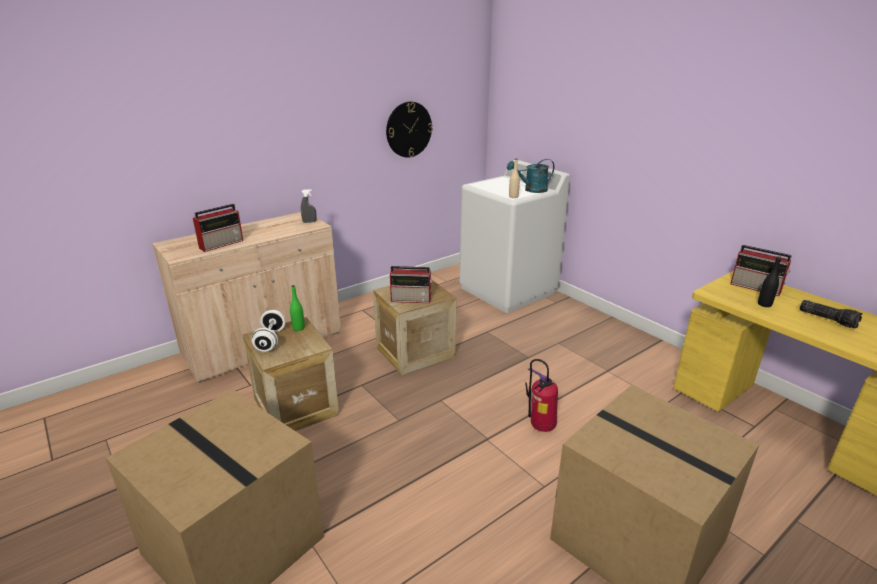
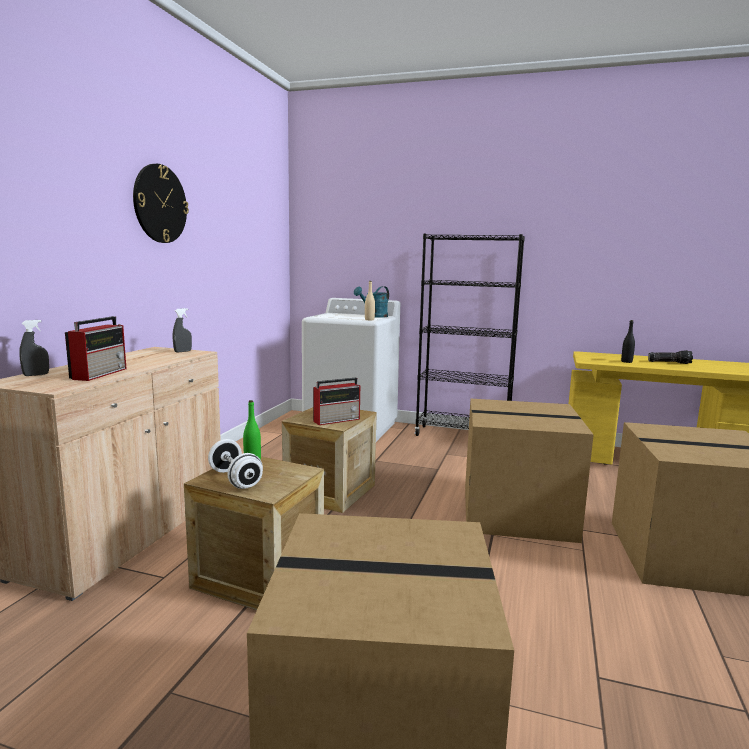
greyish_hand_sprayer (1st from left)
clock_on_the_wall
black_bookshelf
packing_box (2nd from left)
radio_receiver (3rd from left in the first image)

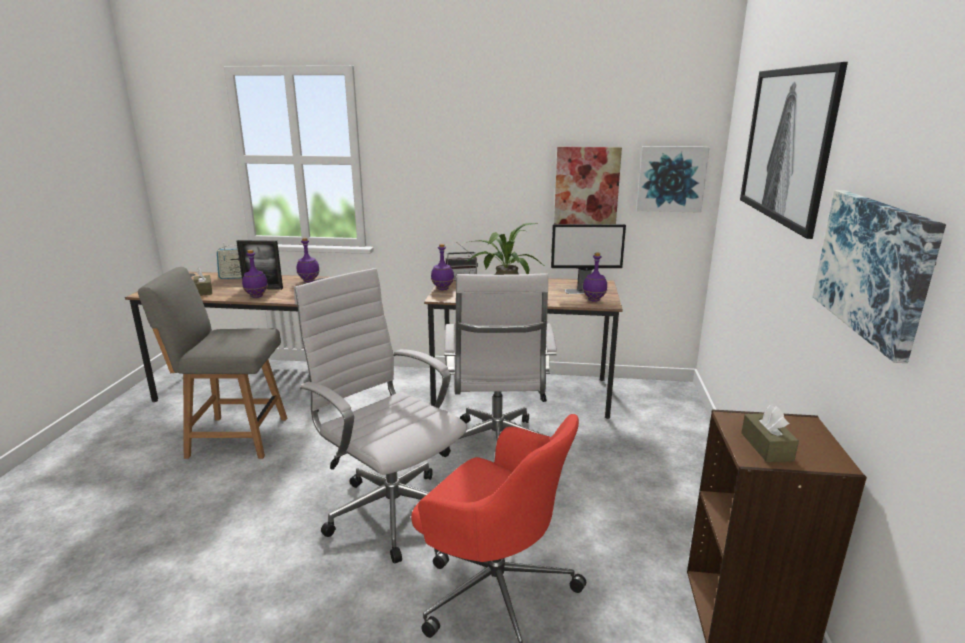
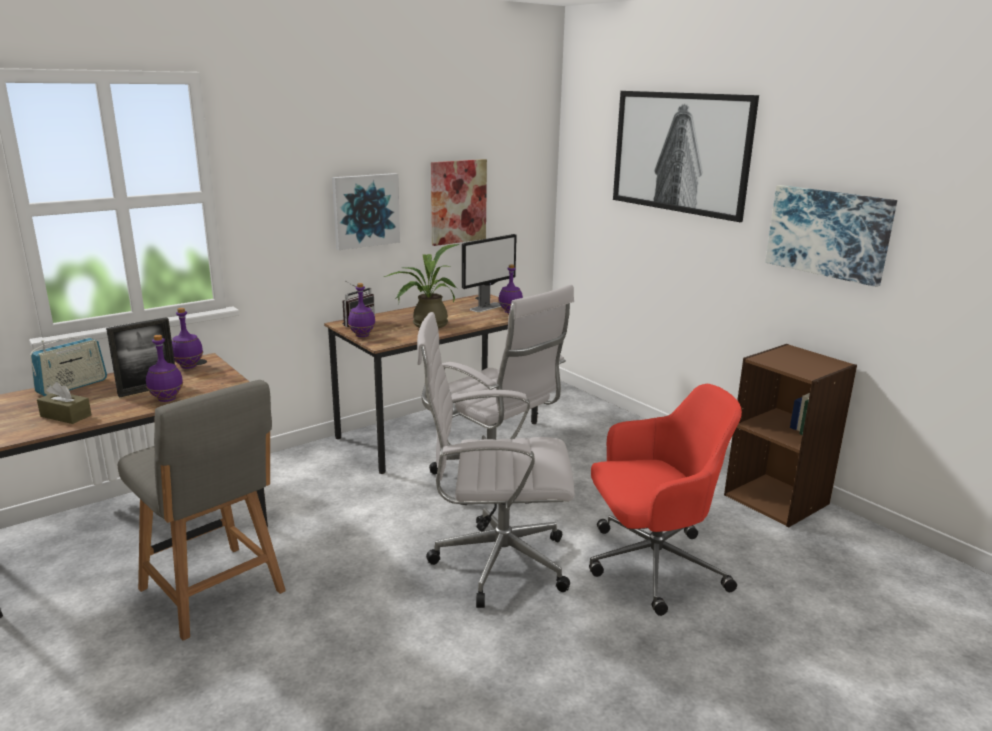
greyish_chair
picture (1st from left)
brownish_tissue_holder (2nd from left in the first image)

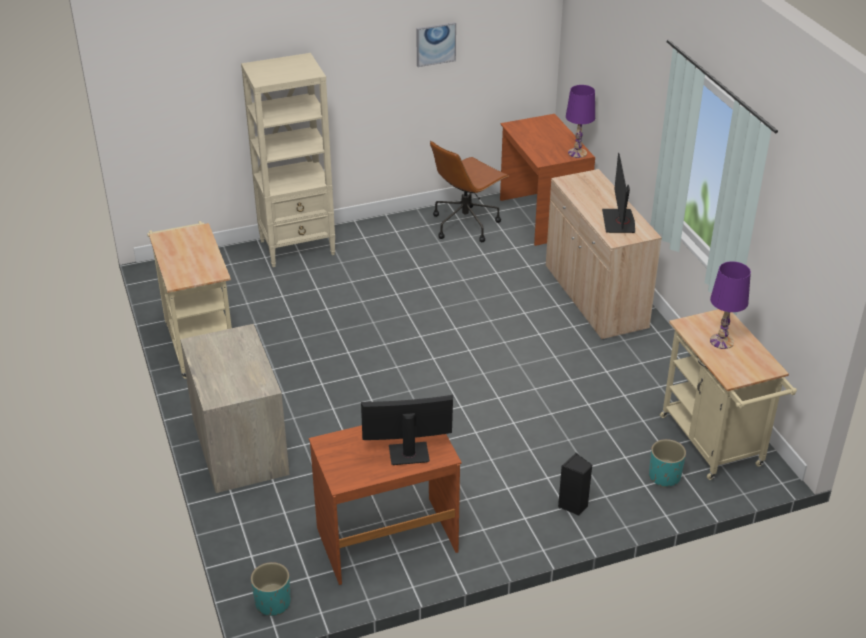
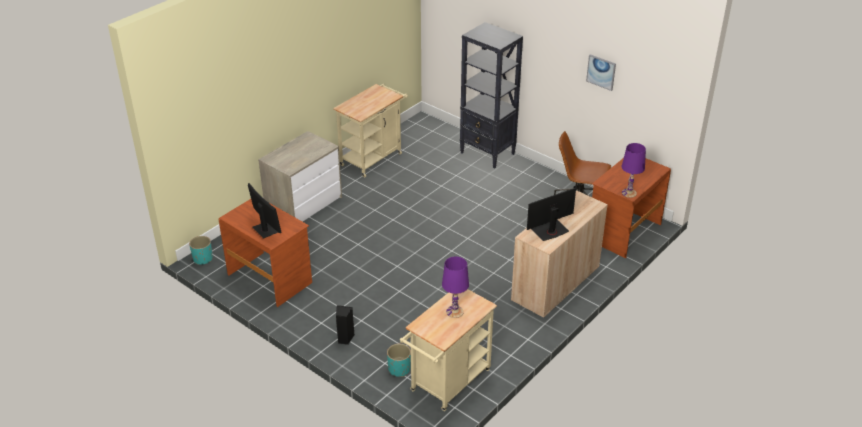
black_bookshelf

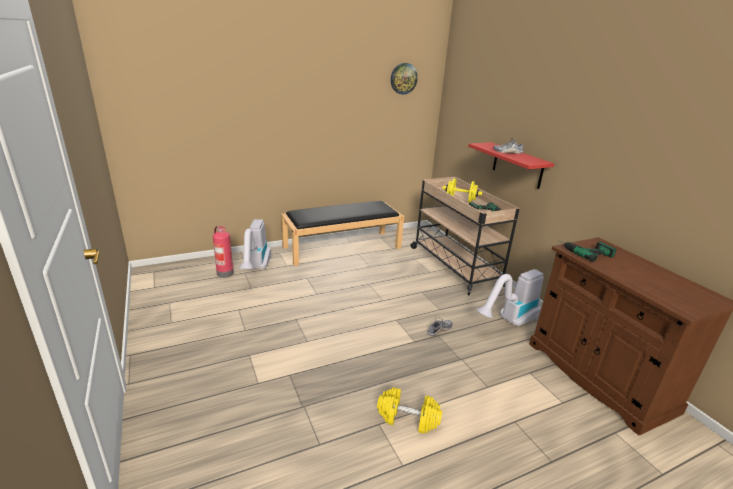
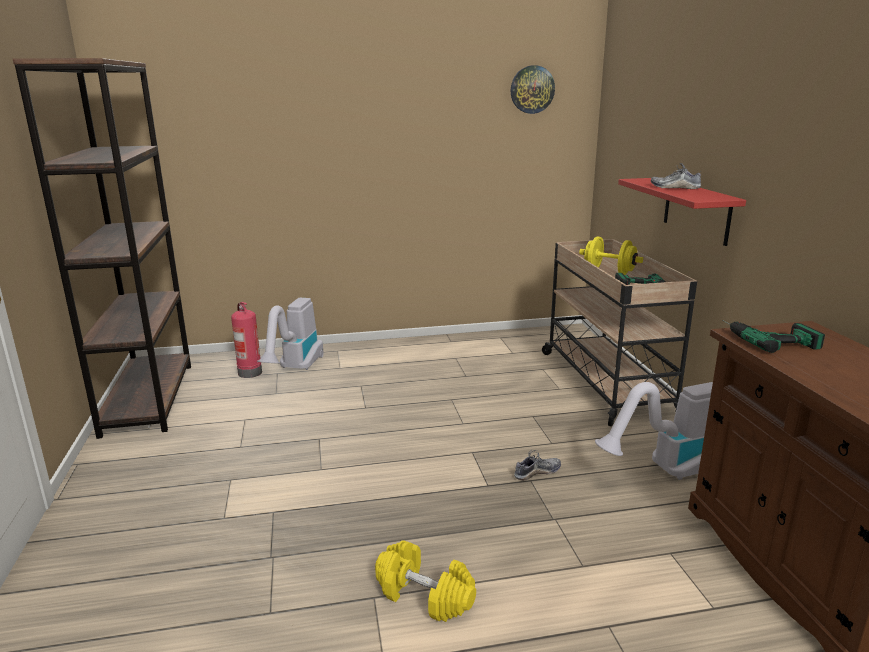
brownish_bookshelf
black_bench

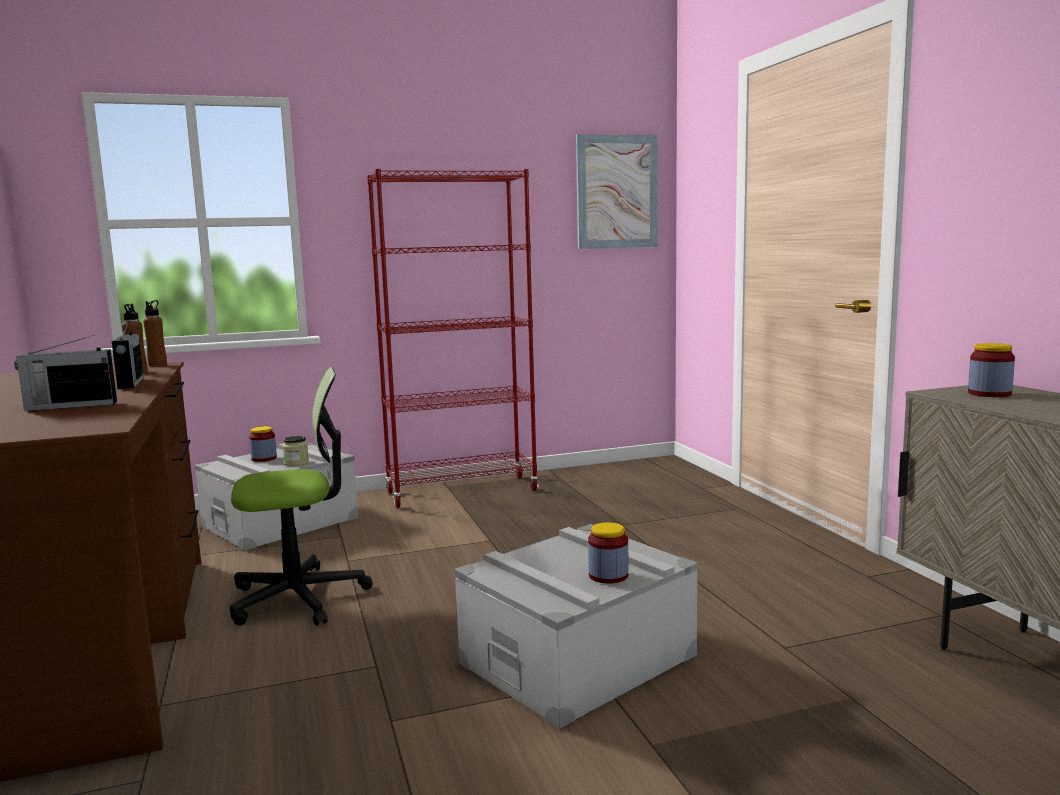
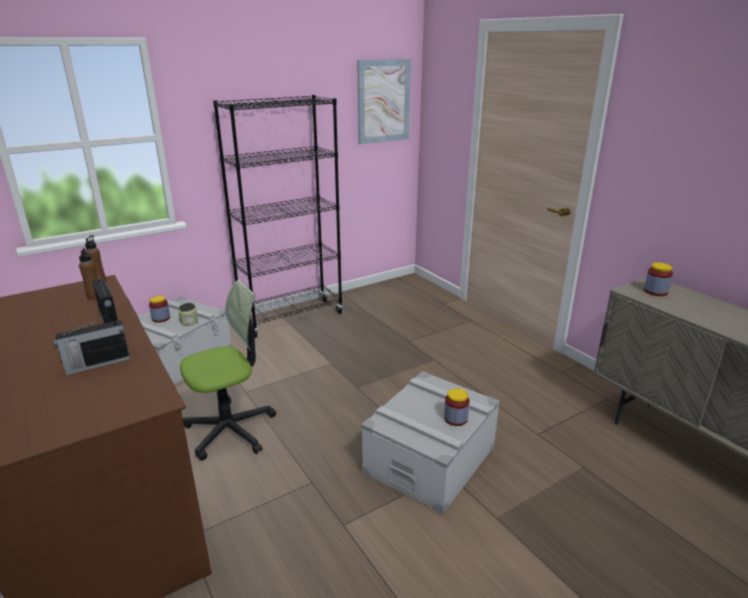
black_bookshelf

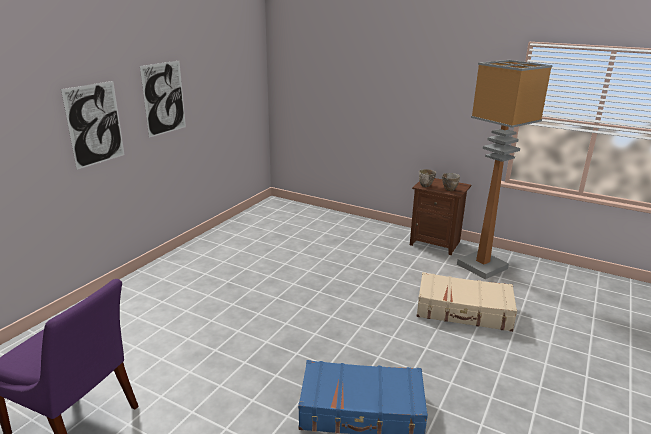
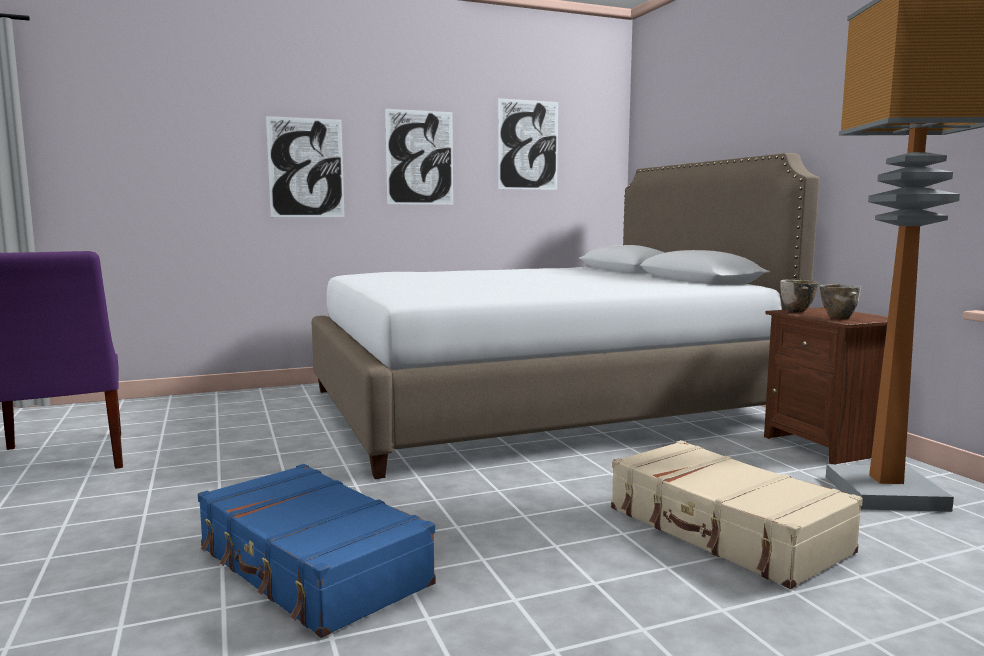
white_sleeping_bed
picture (3rd from left)

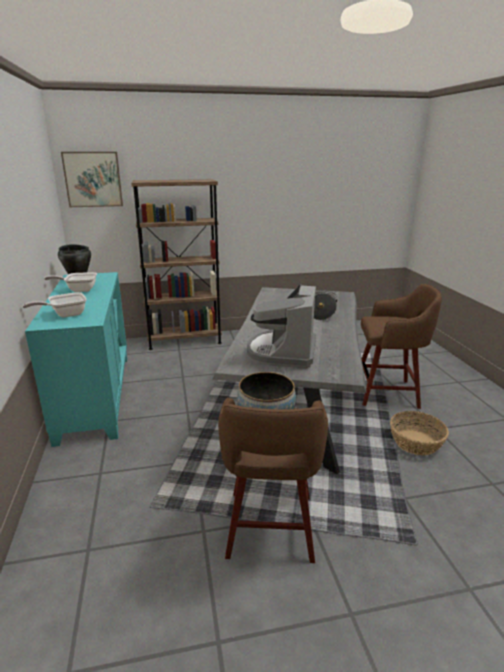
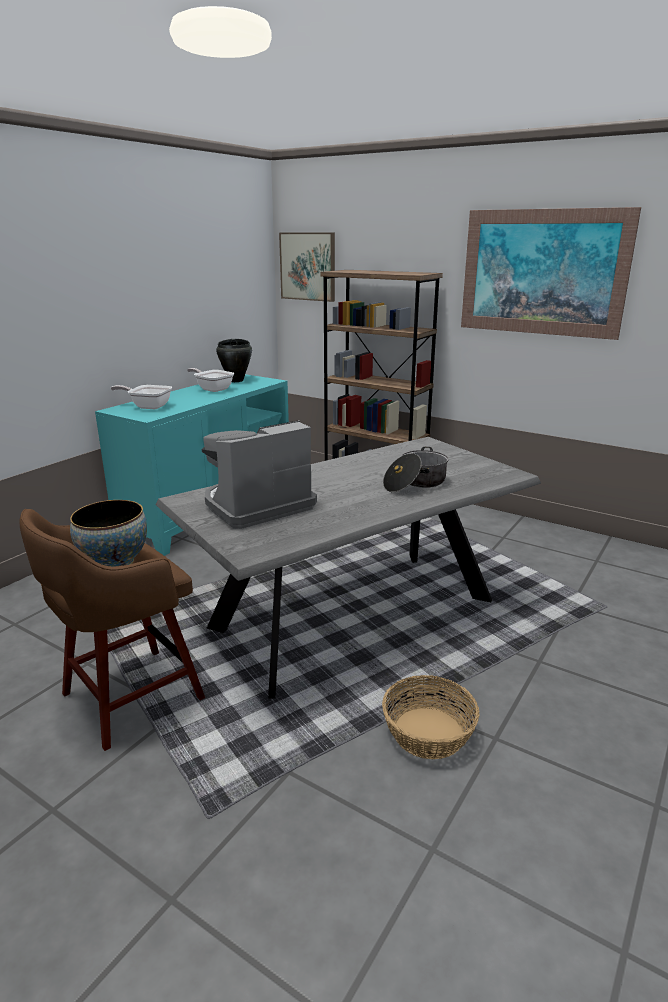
picture (2nd from left)
brownish_sitting_stool (2nd from left in the first image)

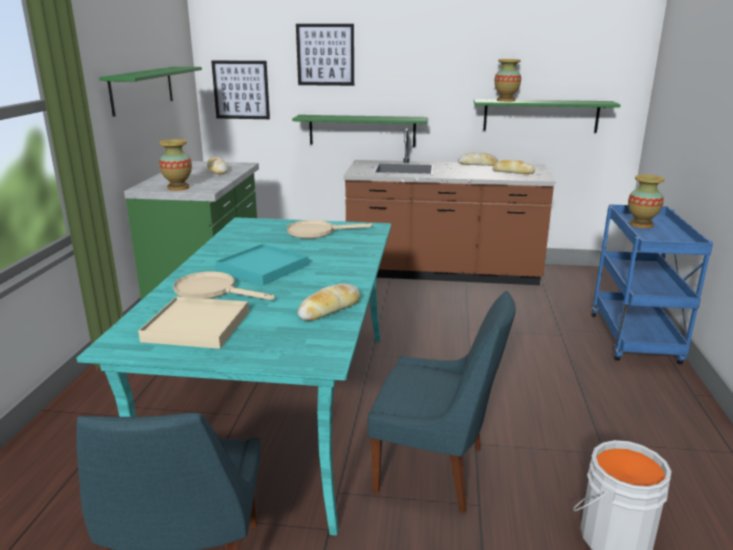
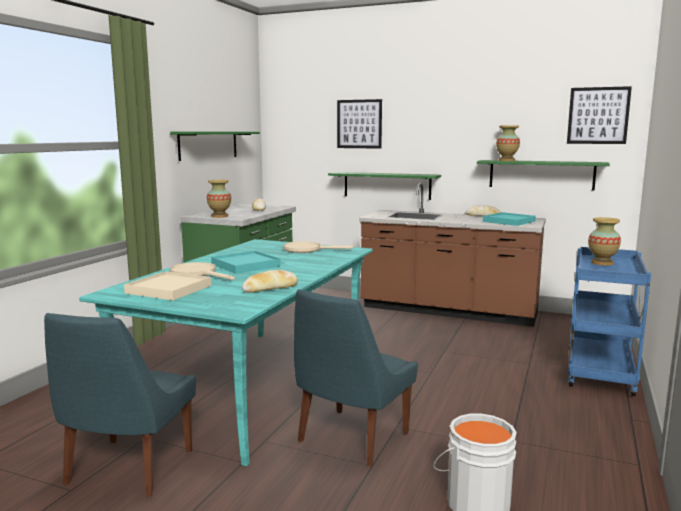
blue_chair (2nd from left)
turquoise-coloured_serving_tray (2nd from left)
picture (2nd from left)

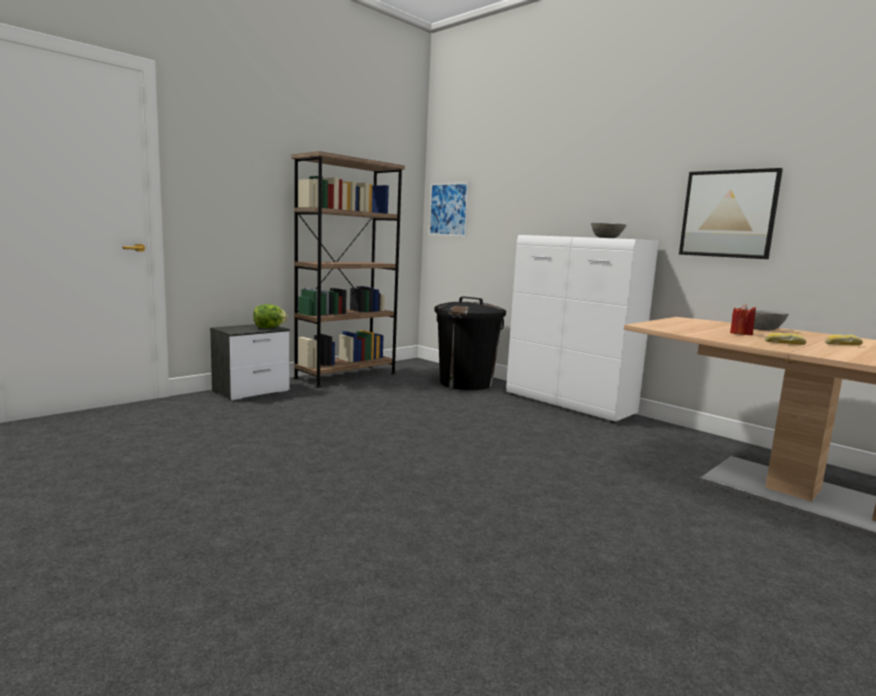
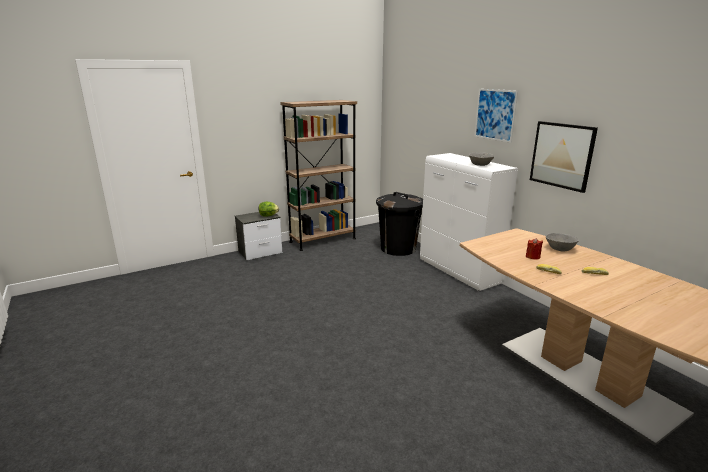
picture (1st from left)

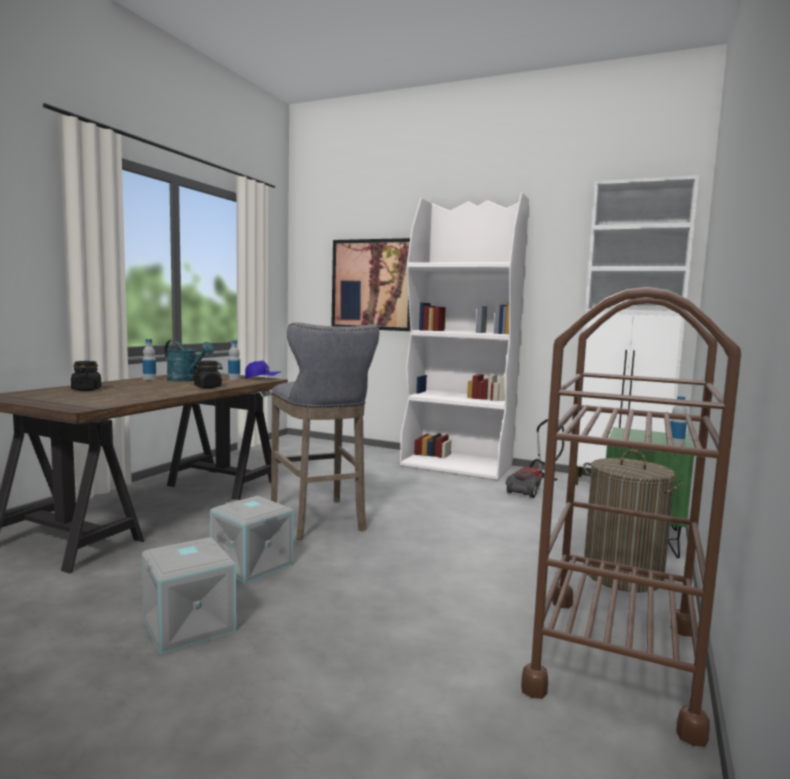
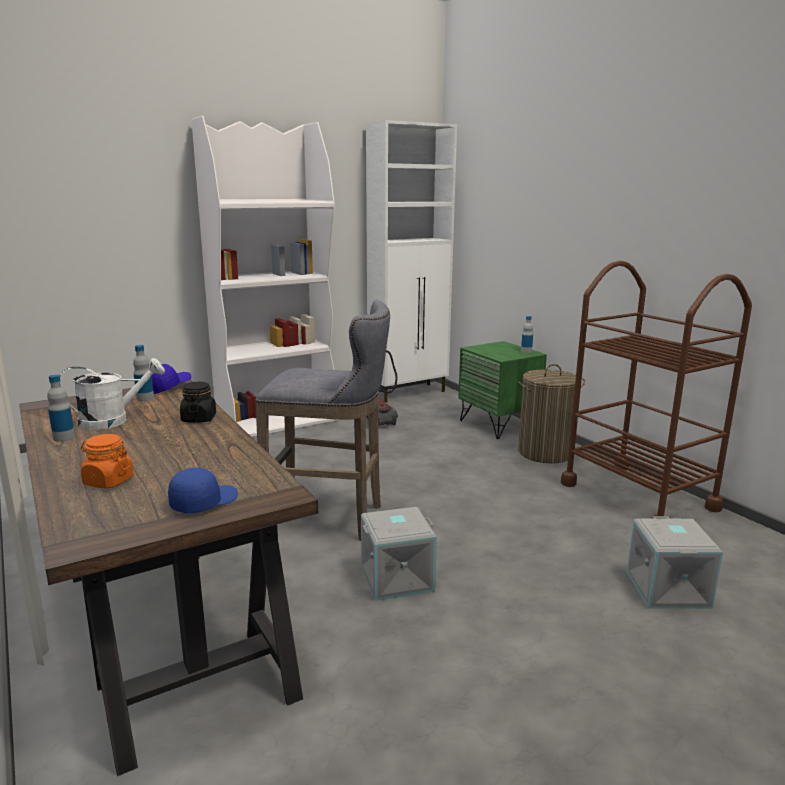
white_sprinkling_can
orangey_storage_jar
blue_baseball_cap (2nd from left)
greyish_storage_box (2nd from left)
picture

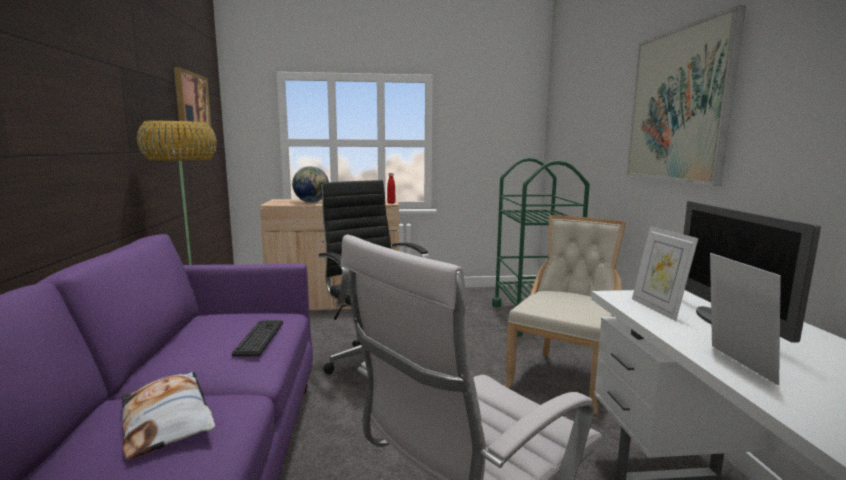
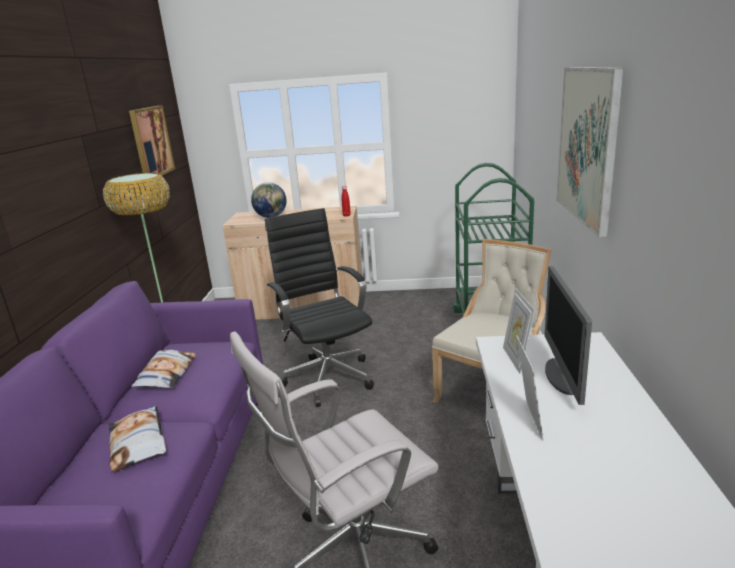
cushion (2nd from left)
computer_keyboard

